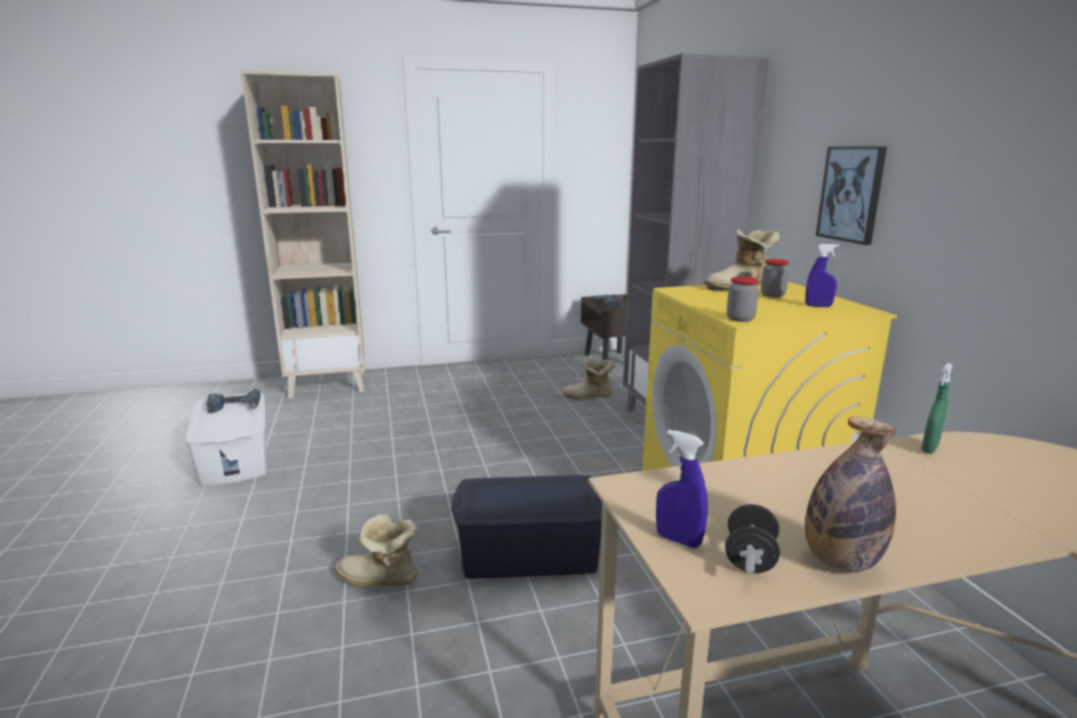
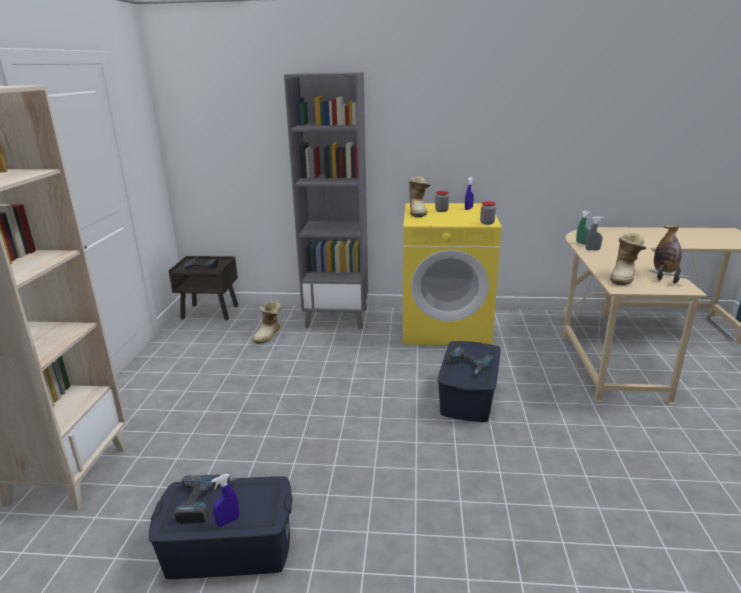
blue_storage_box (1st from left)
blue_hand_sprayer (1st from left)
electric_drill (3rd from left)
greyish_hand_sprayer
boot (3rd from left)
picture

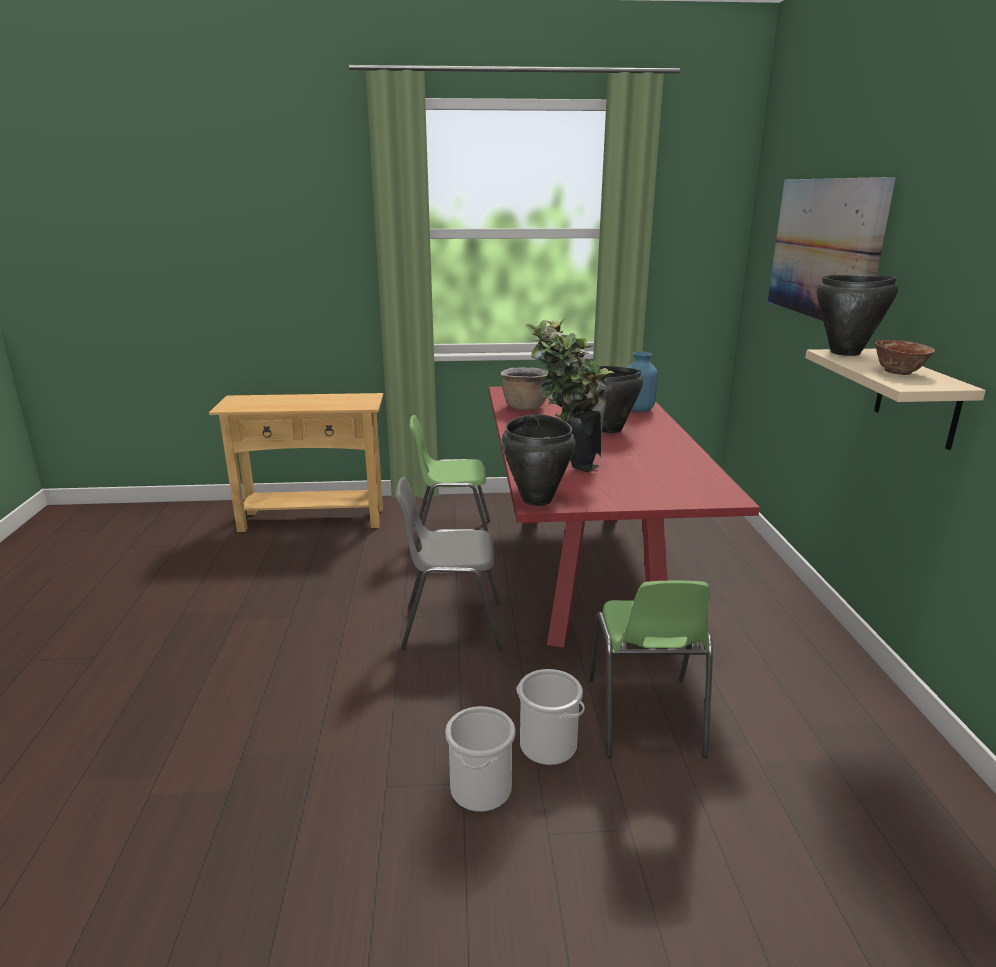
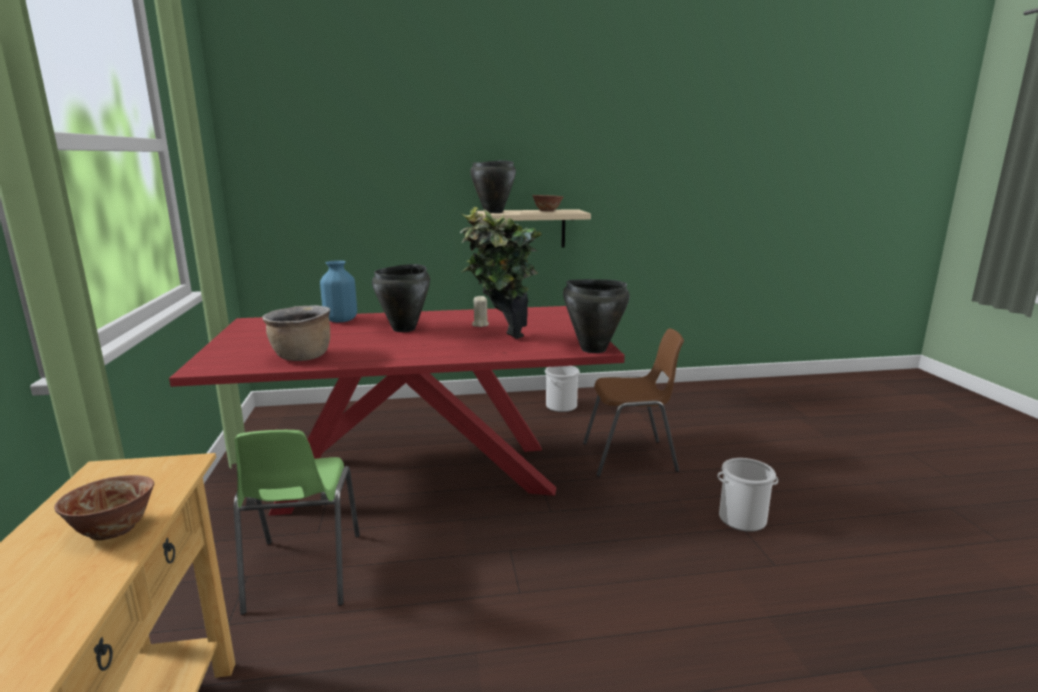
serving_bowl (1st from left)
beige-coloured_candle
bucket (1st from left)
brownish_chair
greyish_chair
picture

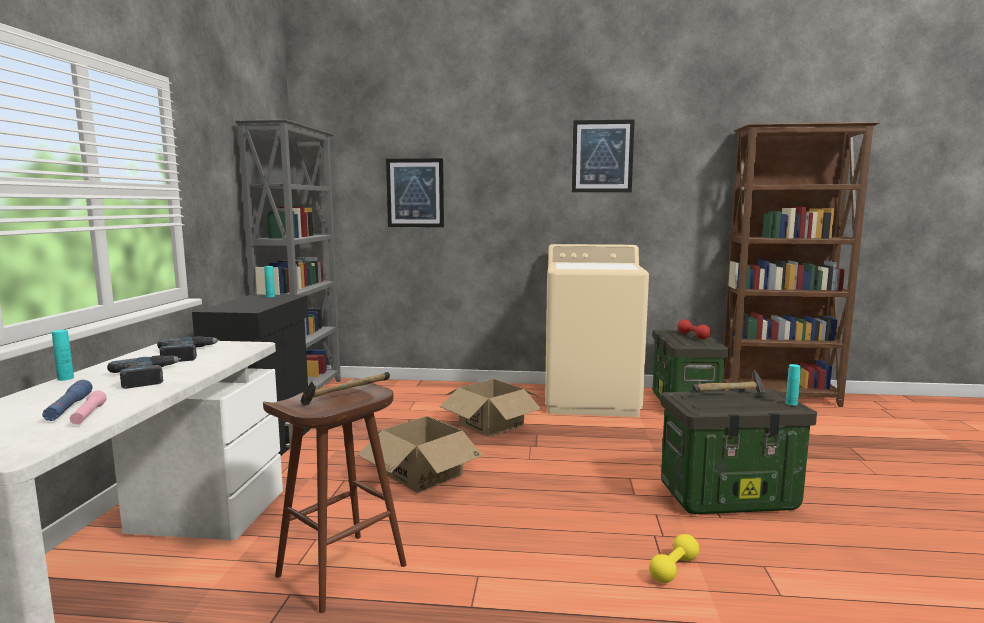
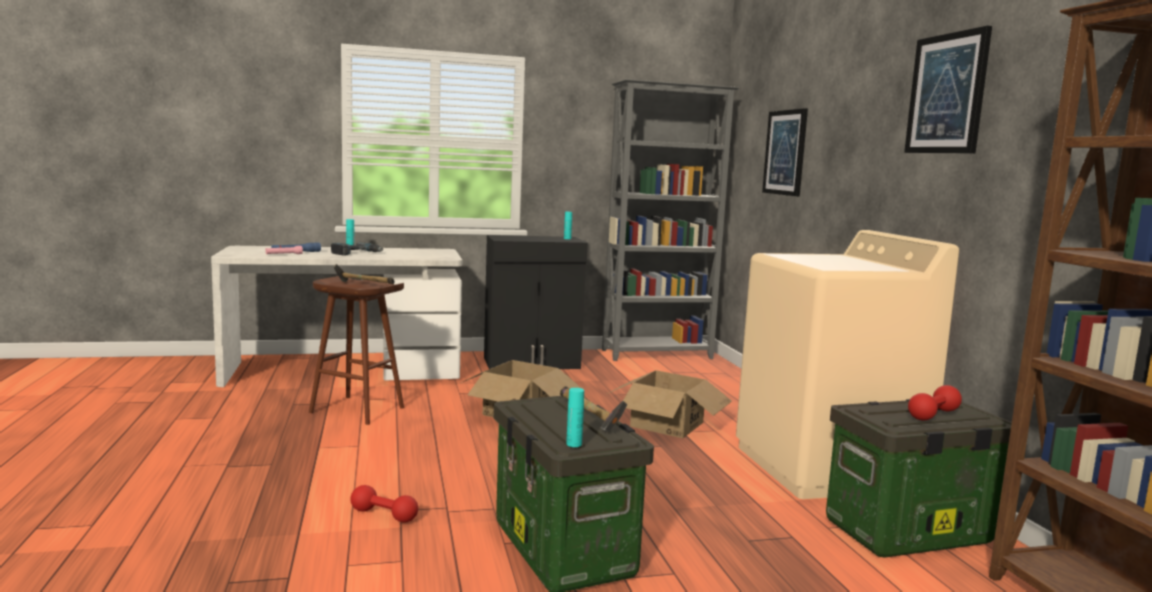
red-coloured_hand_weight (1st from left)
electric_drill (2nd from left in the first image)

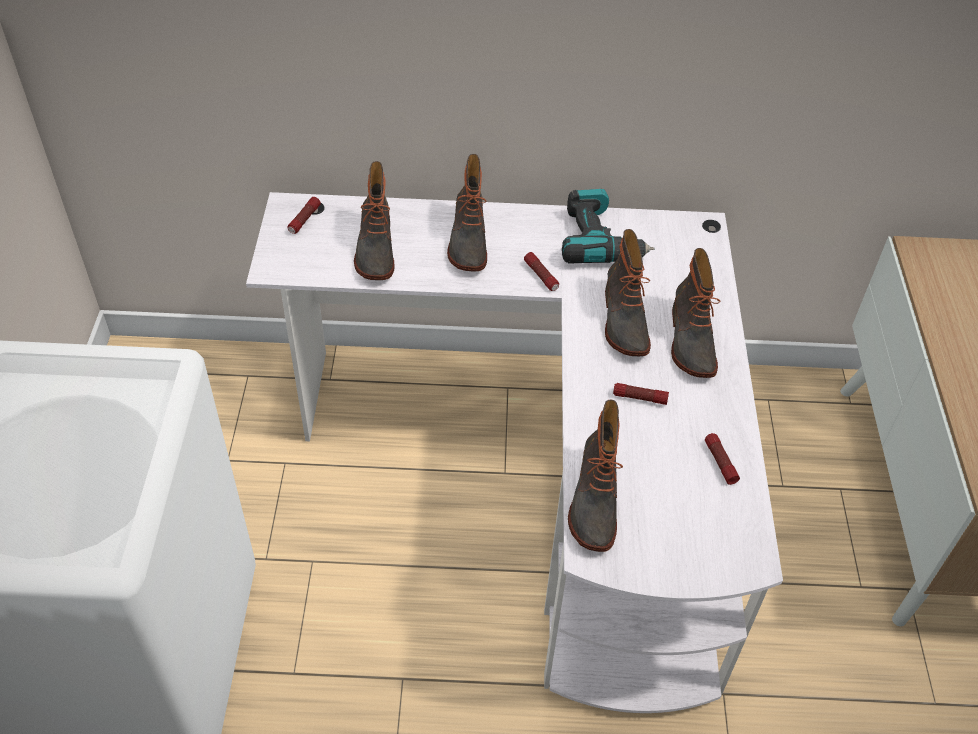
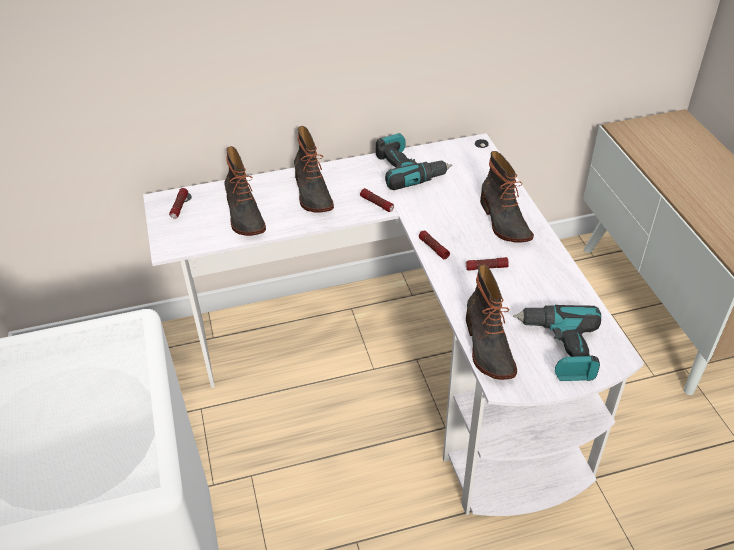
flashlight (3rd from left)
electric_drill (2nd from left)
boot (4th from left in the first image)

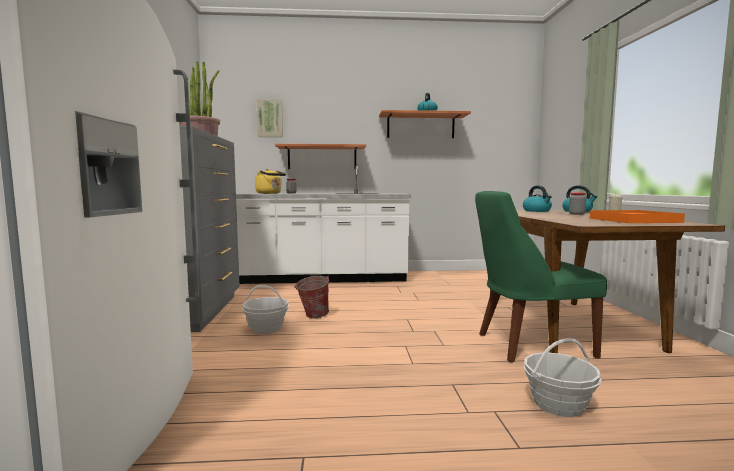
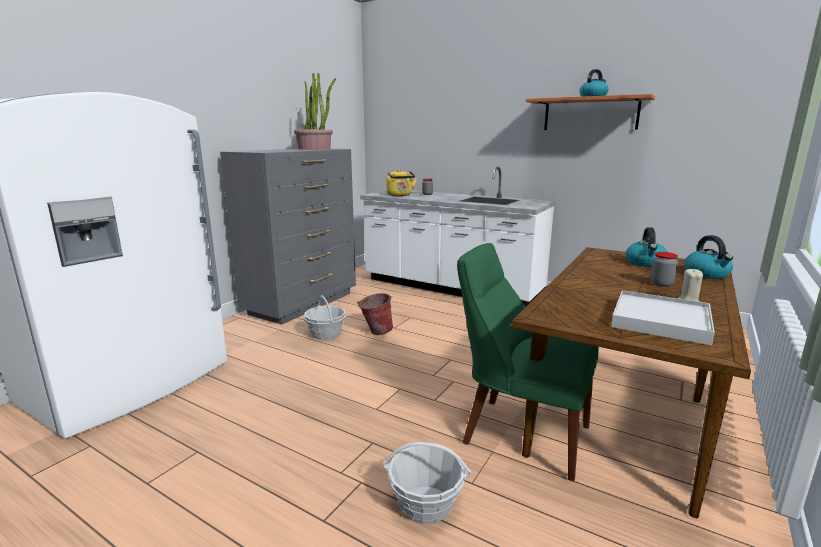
white_serving_tray
picture
shelf (1st from left in the first image)

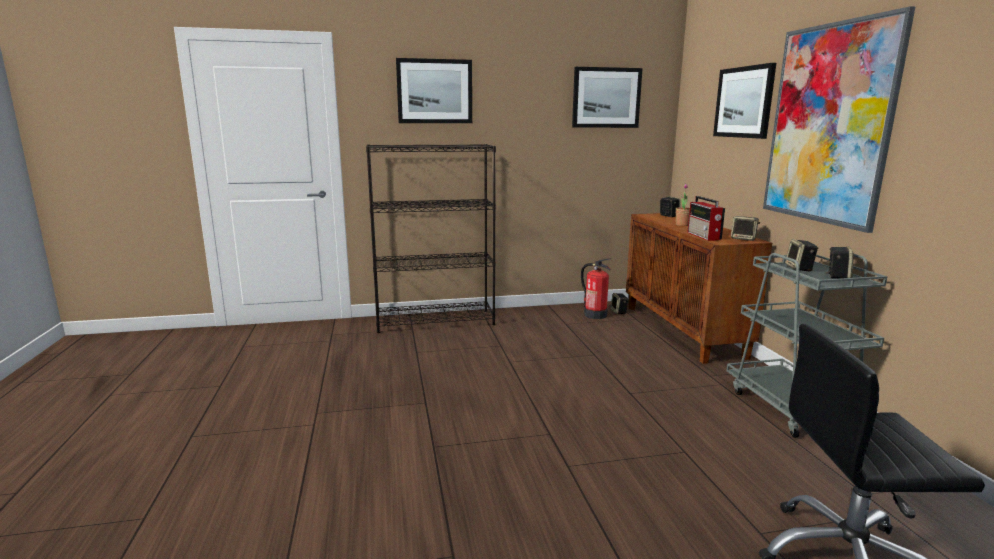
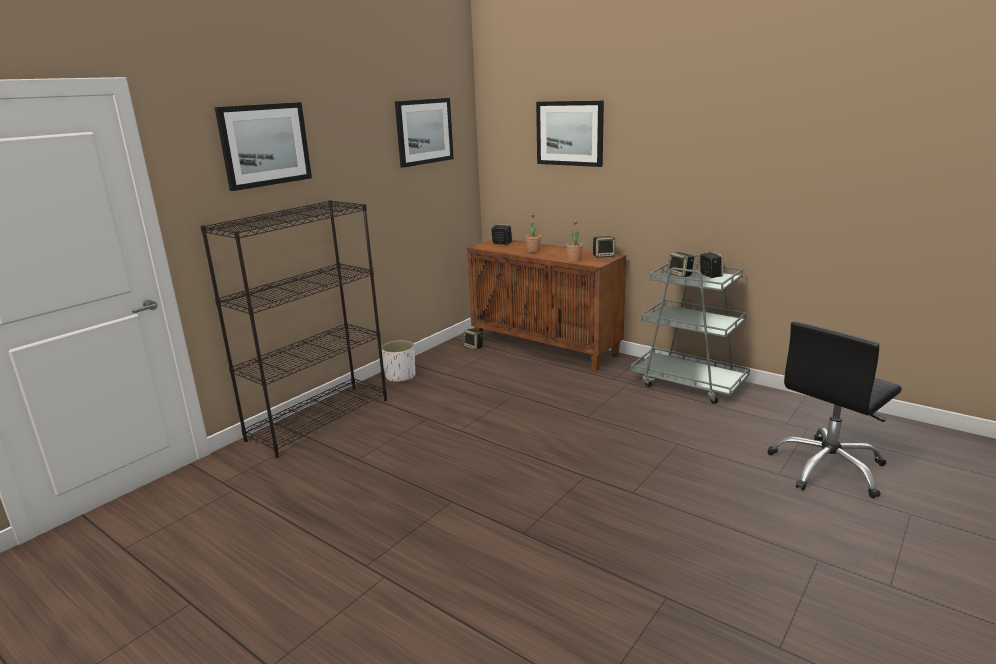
white_flower_pot
plant_in_a_pot (2nd from left)
fire_extinguisher
picture (4th from left in the first image)

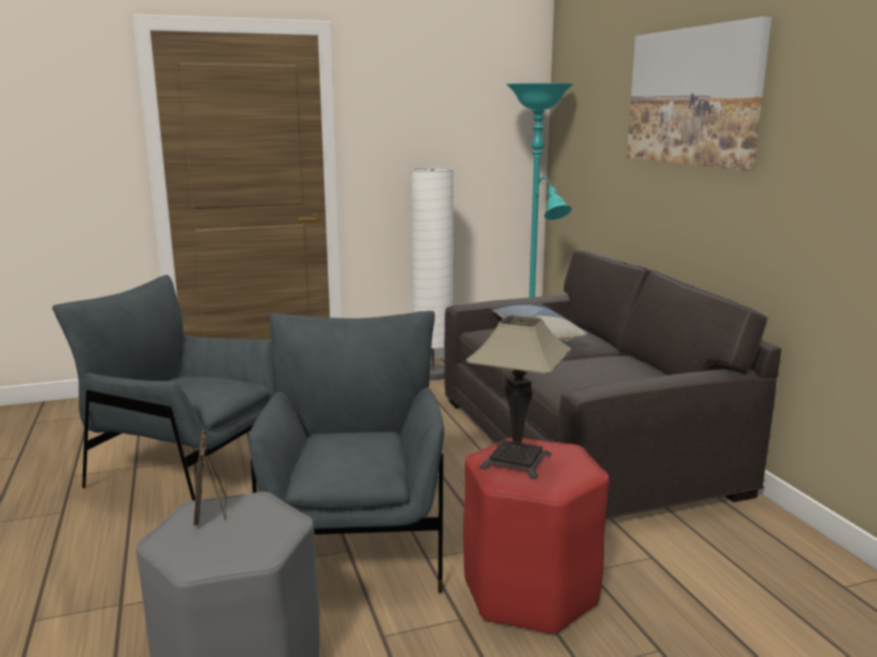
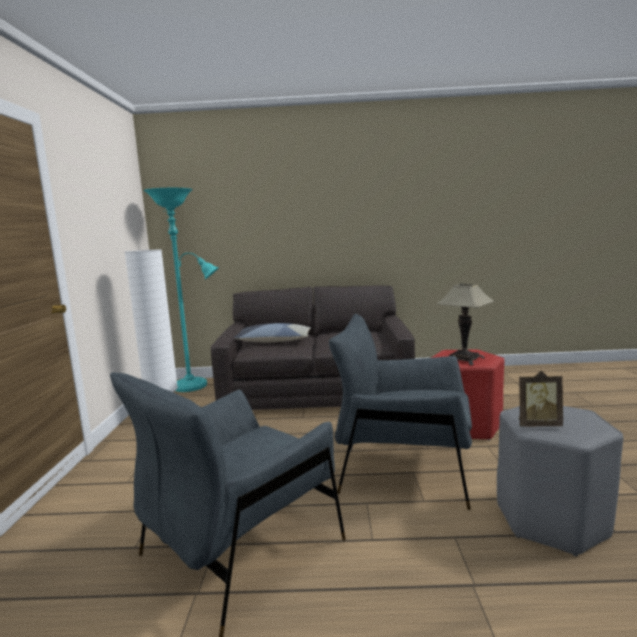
picture

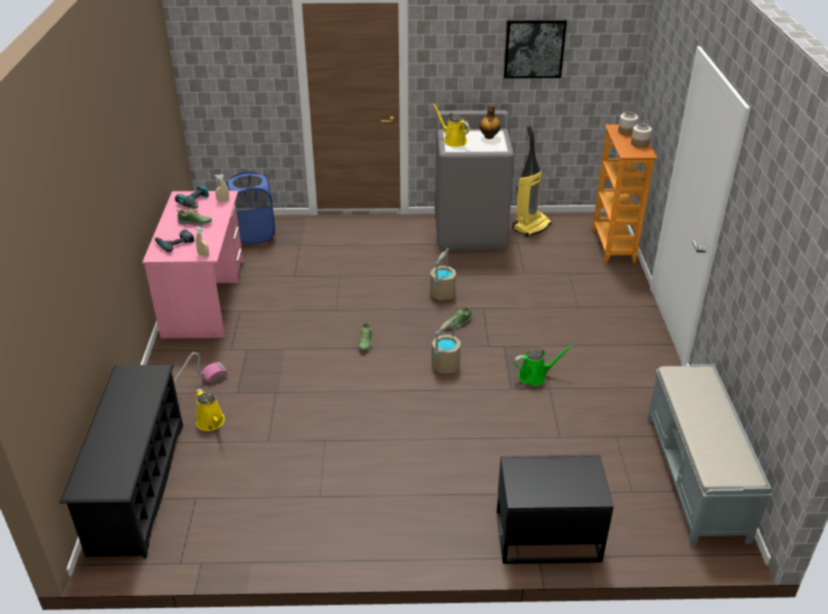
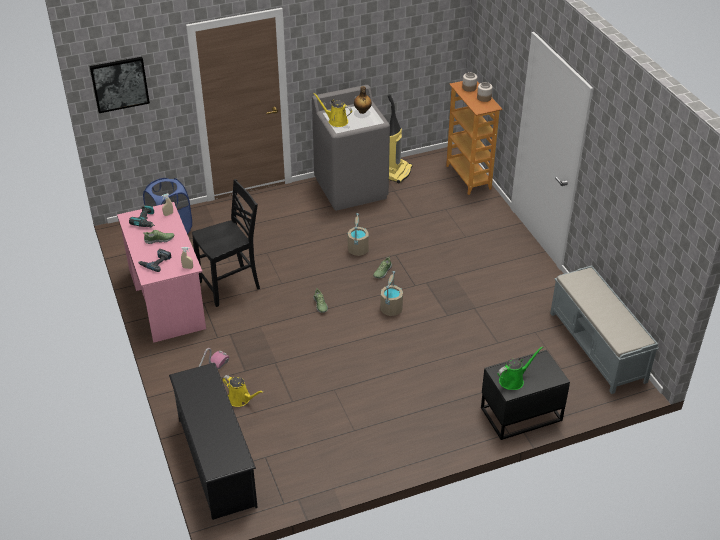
picture
black_chair
green_sprinkling_can

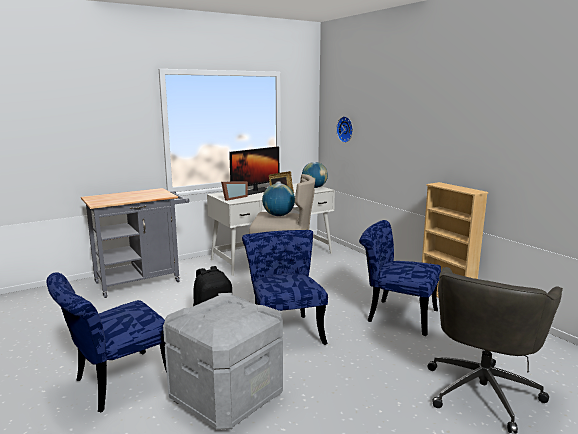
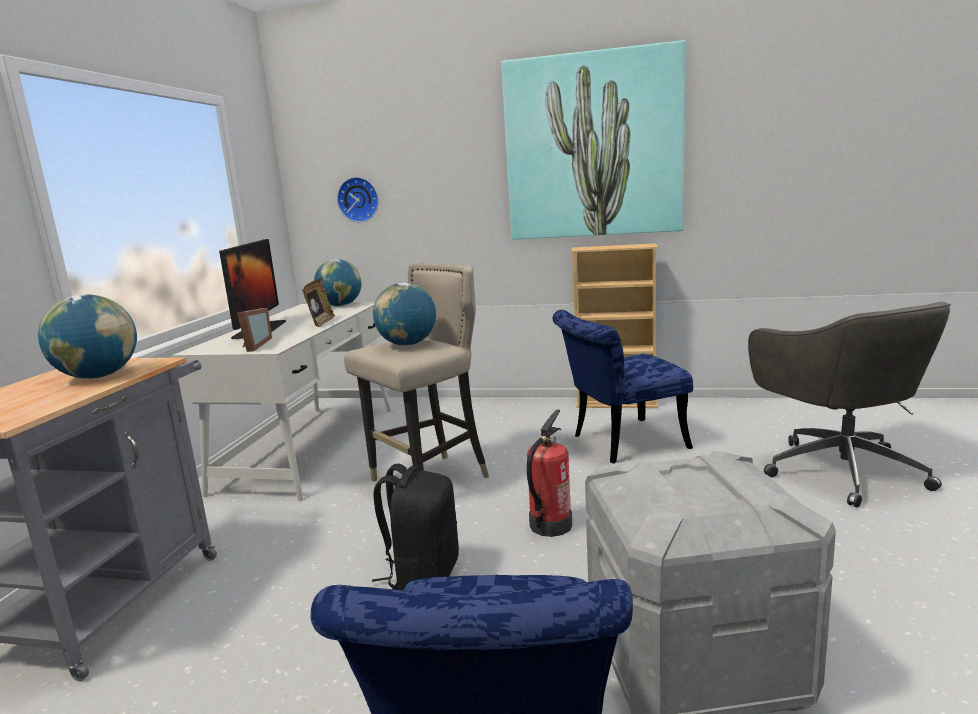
globe (1st from left)
picture
fire_extinguisher

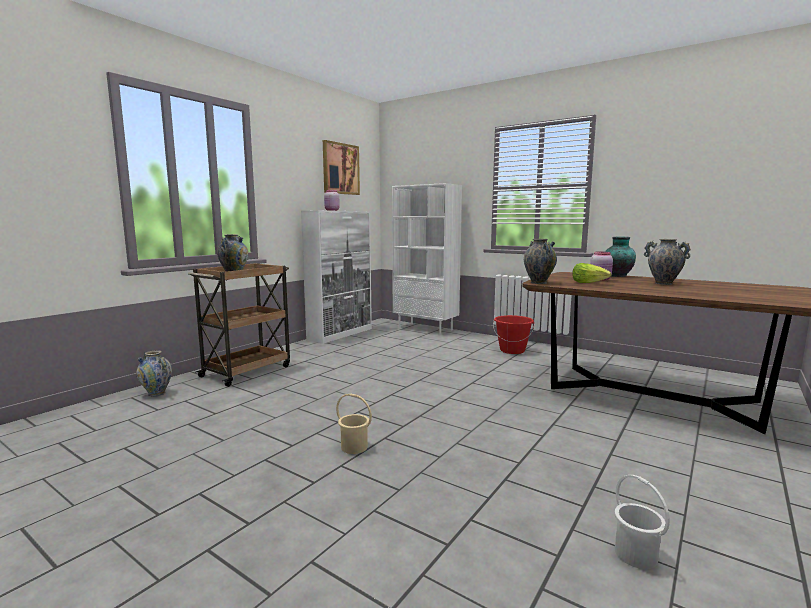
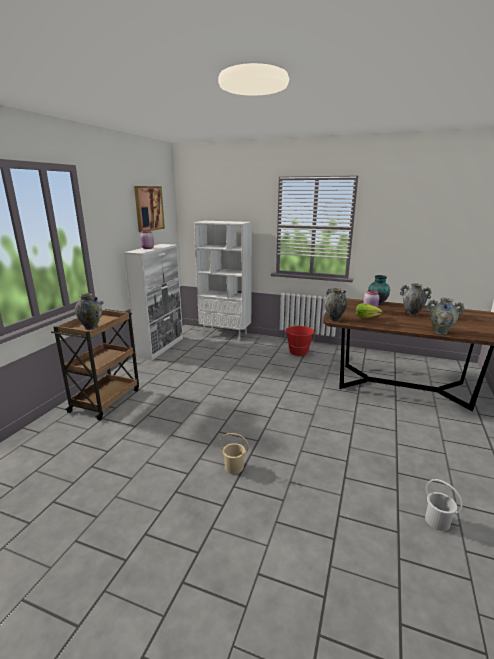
vase (5th from left)

